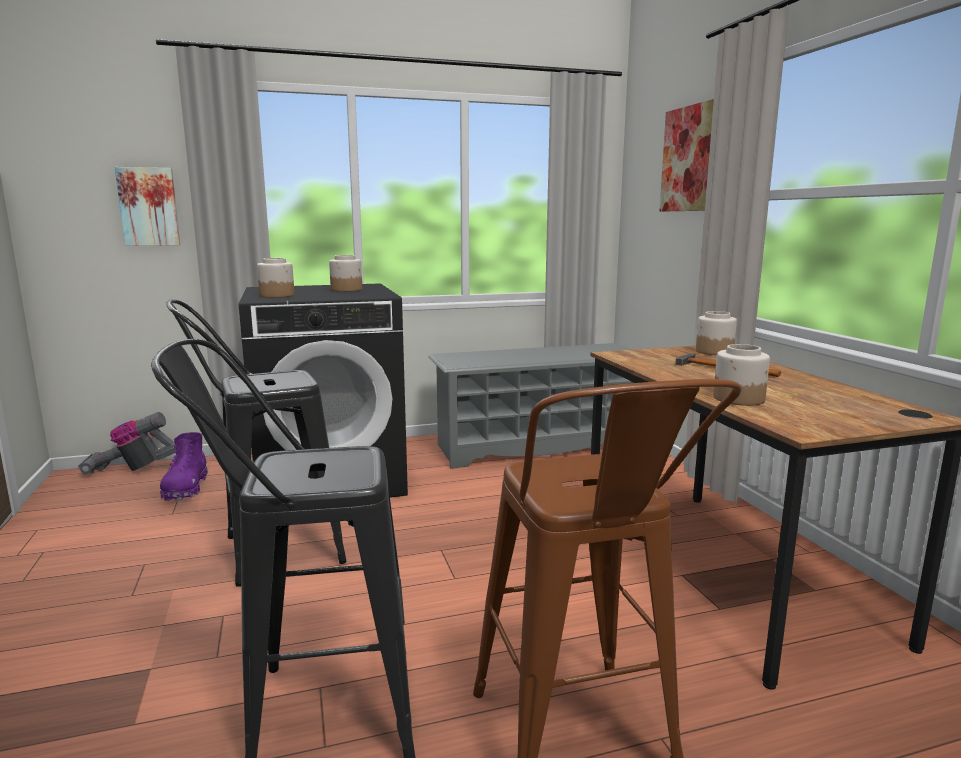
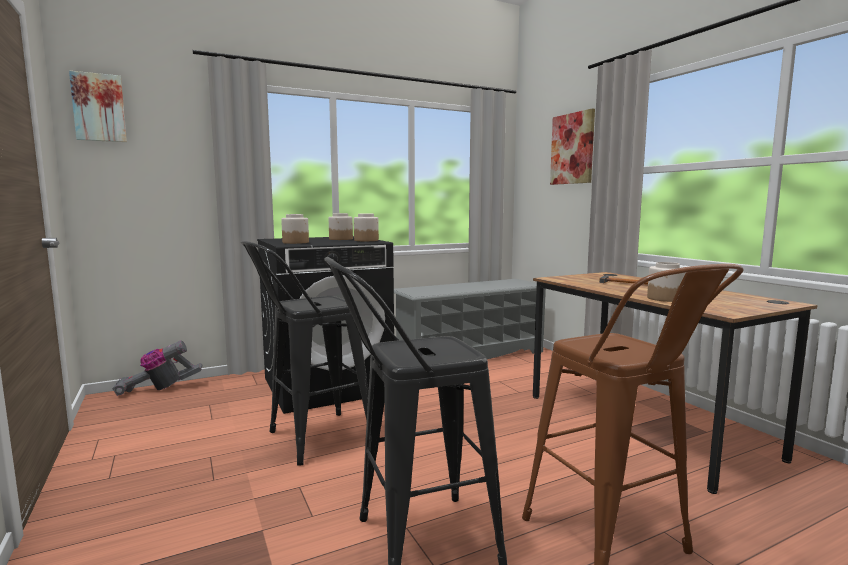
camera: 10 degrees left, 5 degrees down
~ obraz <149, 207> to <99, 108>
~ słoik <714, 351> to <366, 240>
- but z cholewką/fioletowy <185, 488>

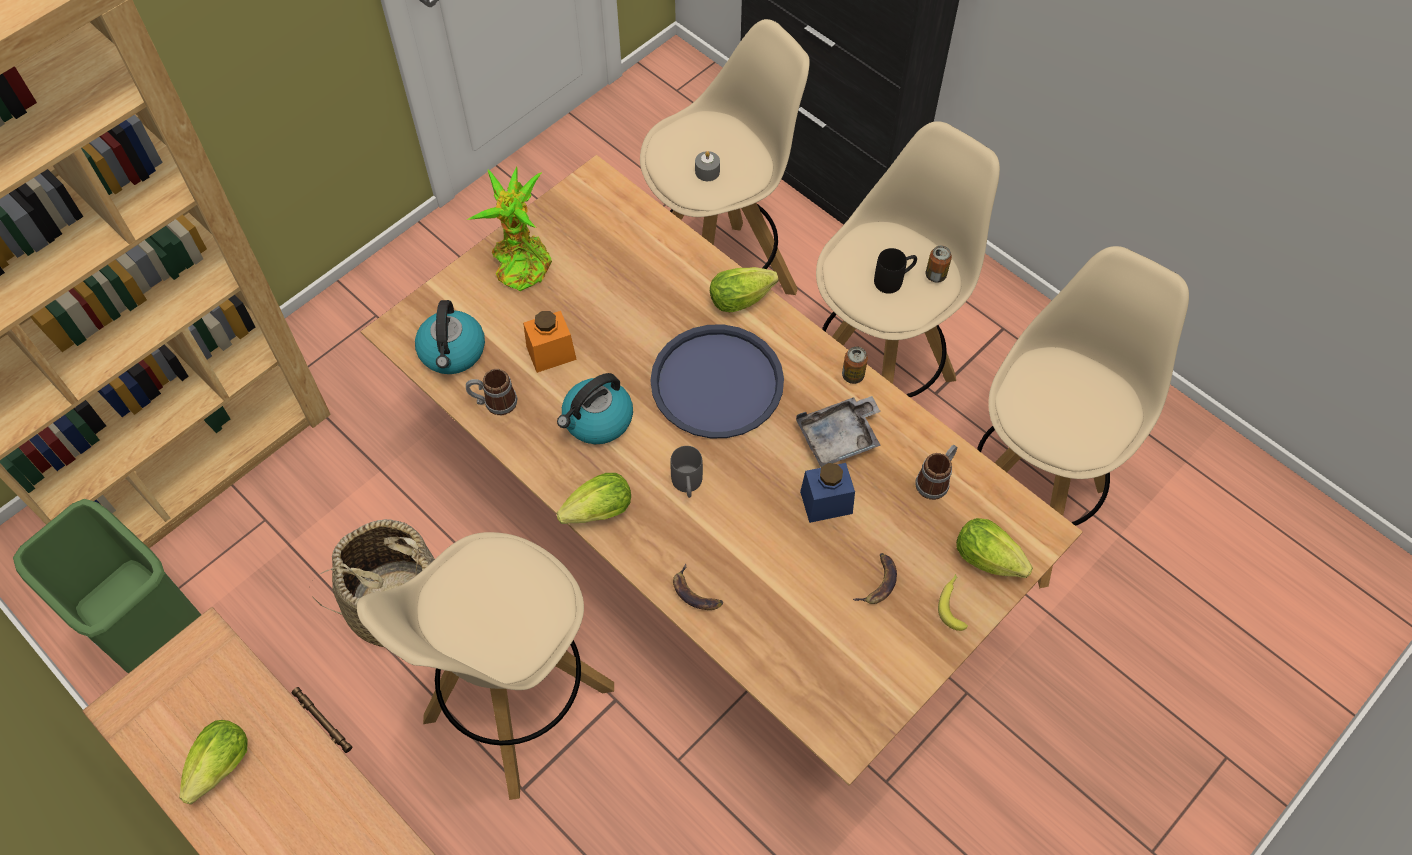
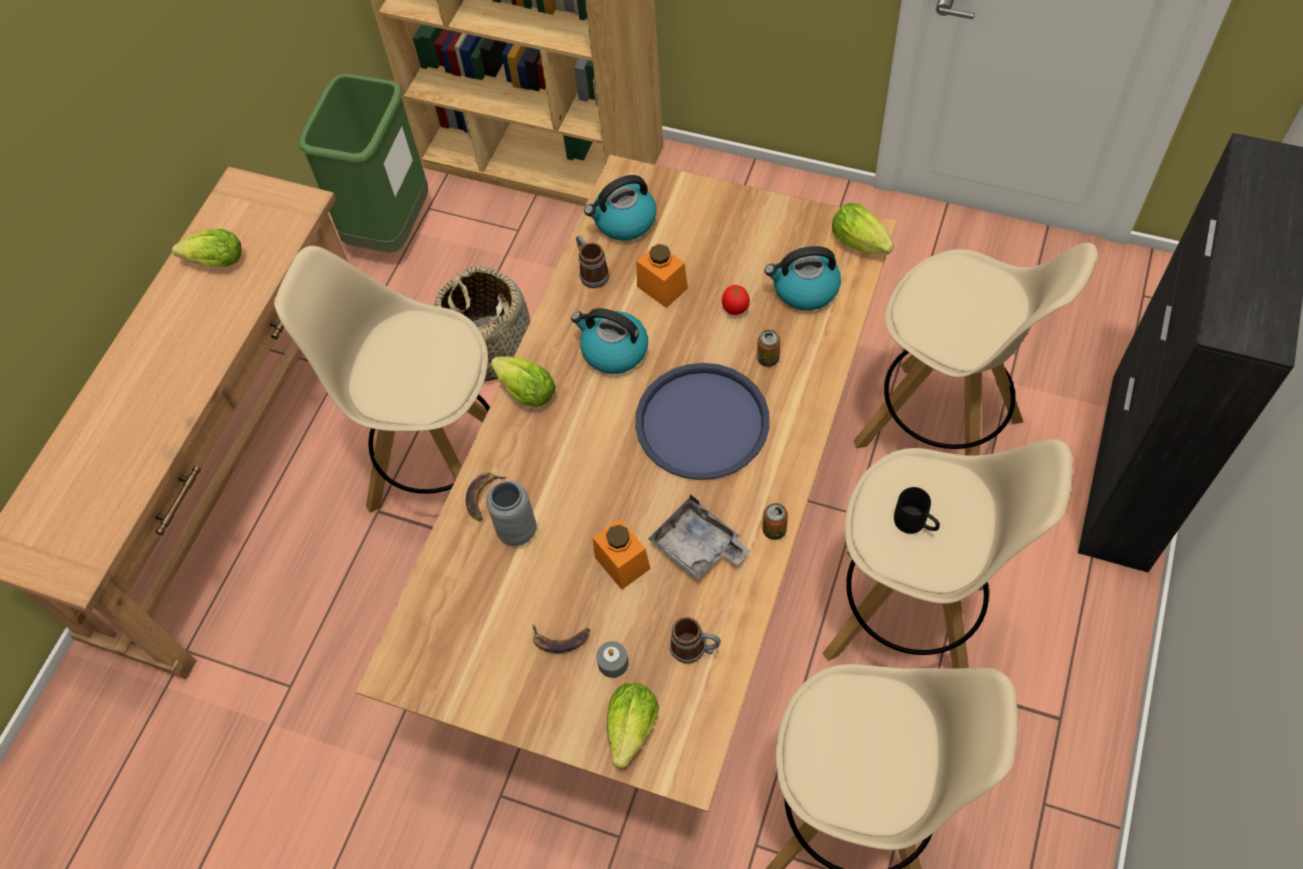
camera: 70 degrees right, 0 degrees up
~ świeca/szary <707, 171> to <613, 663>
- roślina doniczkowa <520, 261>
~ puszka <935, 275> to <768, 359>
~ sałata <744, 298> to <862, 244>
- kubek/szary <687, 486>
~ słoik/niebieski <826, 502> to słoik/pomarańczowy <622, 563>
- banan <953, 603>
+ czajnik <804, 289>
+ pomidor <735, 310>
+ wazon/szary <517, 531>

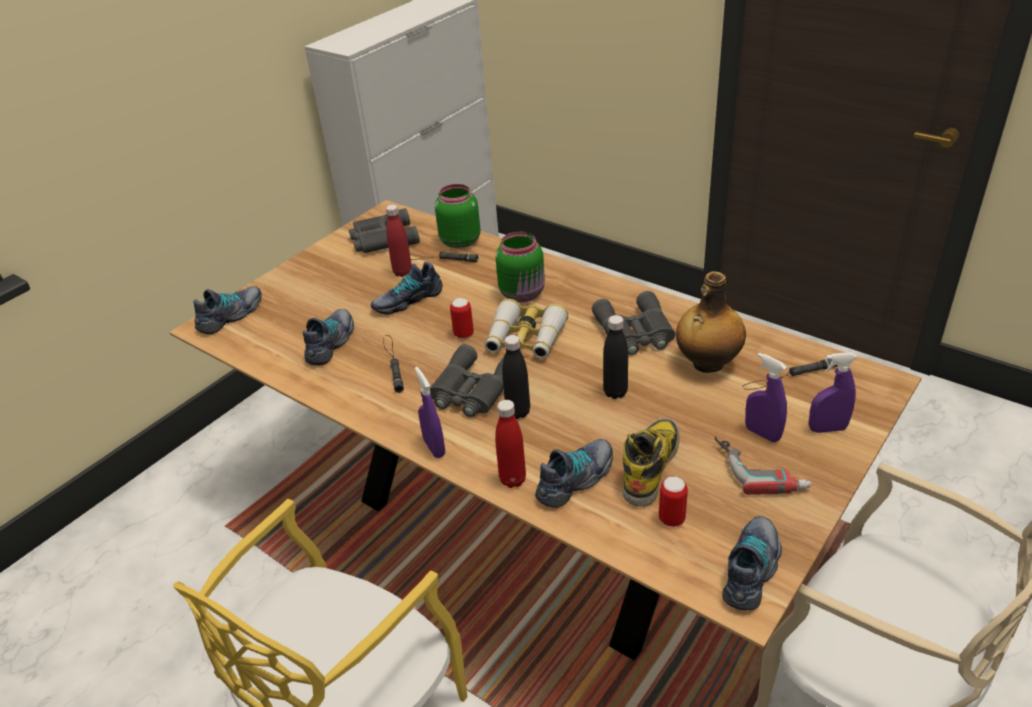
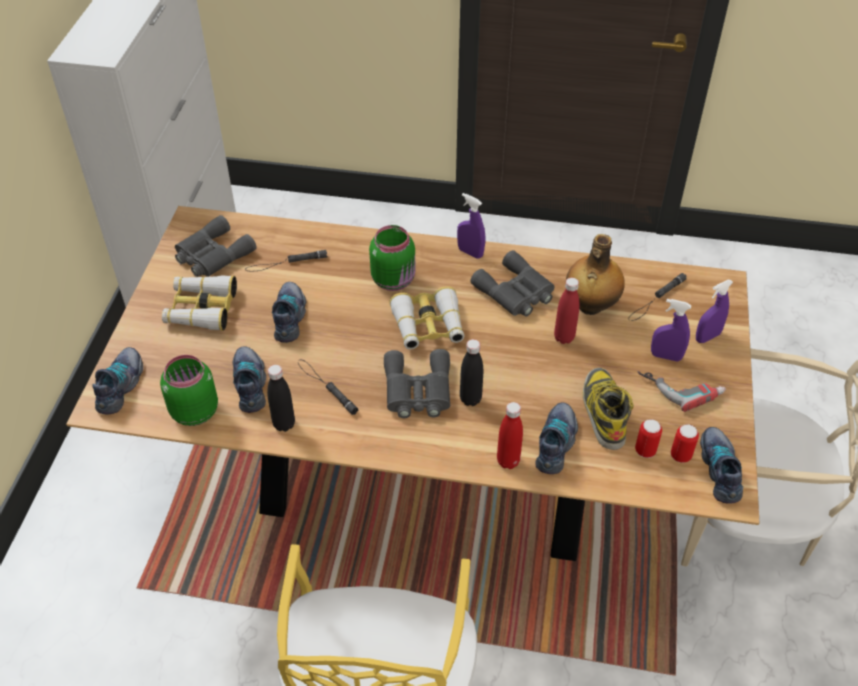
camera: 30 degrees left, 10 degrees up
~ słoik/zielony <459, 241> to <193, 411>
~ butelka/czerwony <402, 272> to <564, 337>
~ but <407, 300> = <290, 317> 150 degrees clockwise
~ puszka <463, 334> to <680, 455>
~ butelka/czarny <615, 392> to <284, 424>
~ spryskiwacz/fioletowy <434, 447> to <470, 252>
+ lornetka <201, 309>

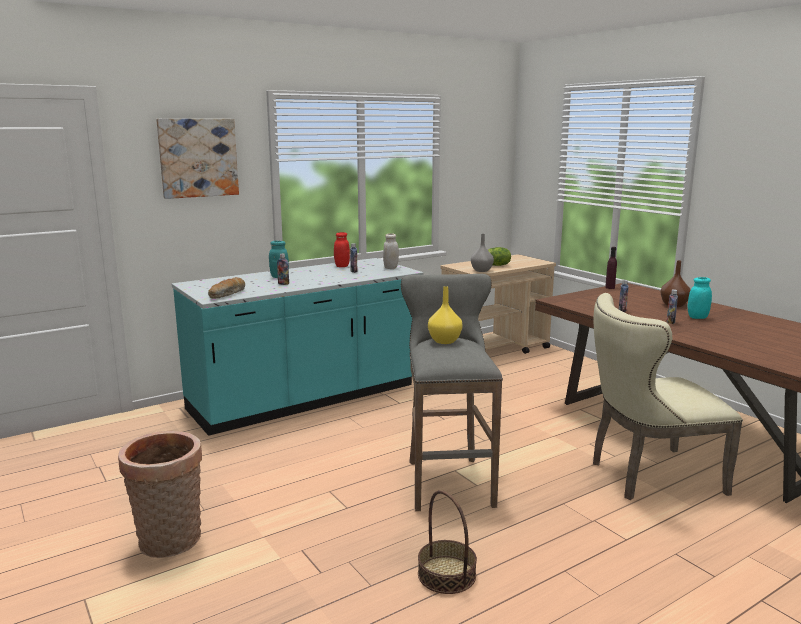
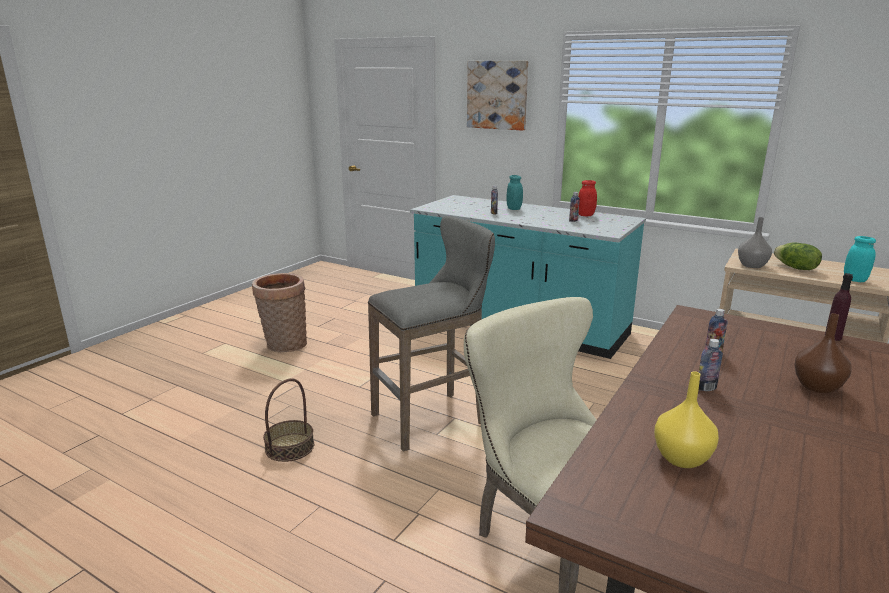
camera: 65 degrees right, 5 degrees up
- słoik/biały <391, 268>
- chleb <228, 294>
~ słoik/turkusowy <697, 317> to <854, 280>
~ wazon/żółty <445, 341> to <682, 459>

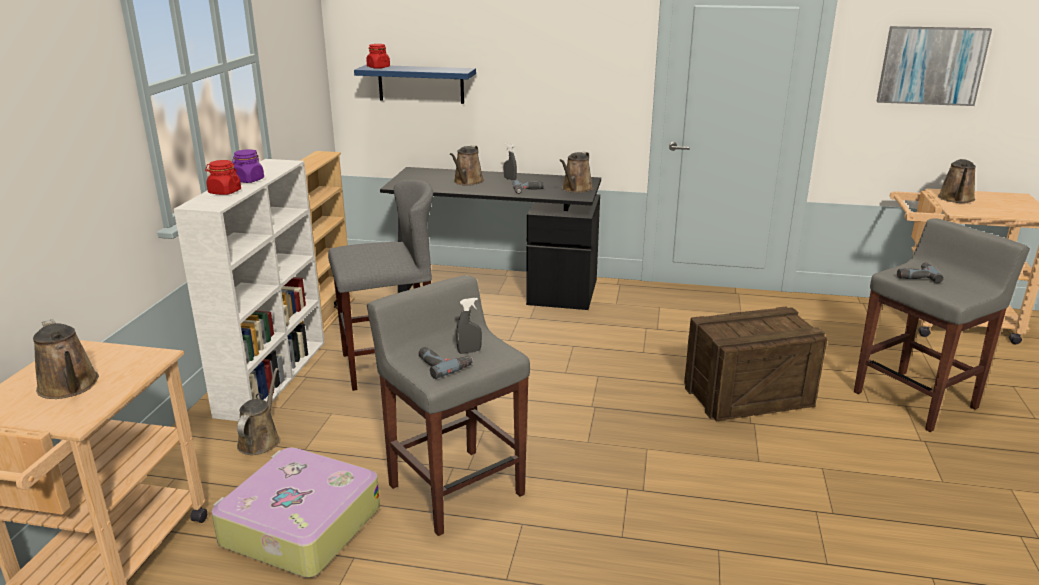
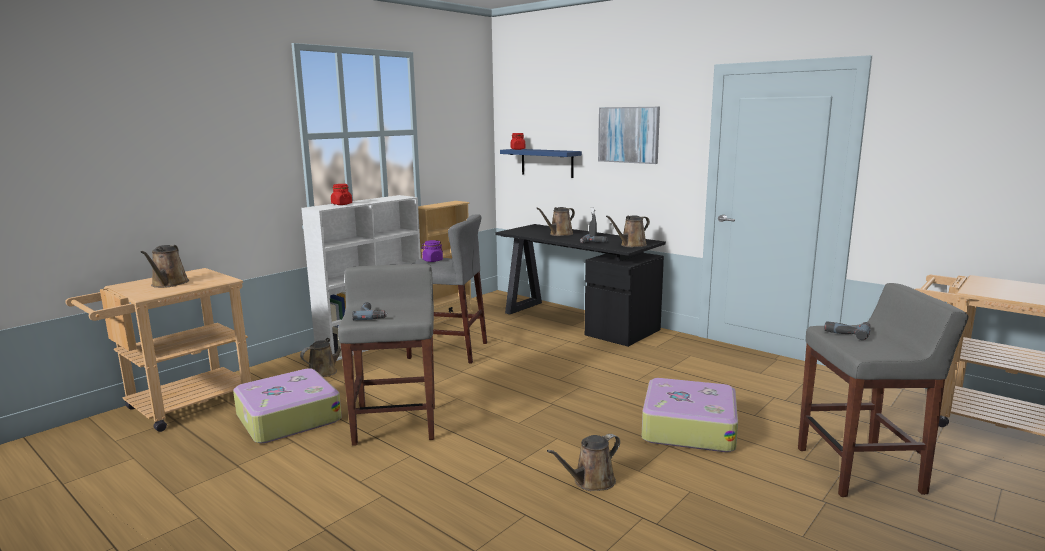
camera: 30 degrees right, 10 degrees down
~ obraz <931, 65> to <628, 135>
~ słoik/fioletowy <248, 180> to <432, 260>
~ konewka/brązowy <956, 199> to <591, 482>
- spryskiwacz/szary <469, 351>
~ skrzynka <747, 396> to walizka <688, 427>

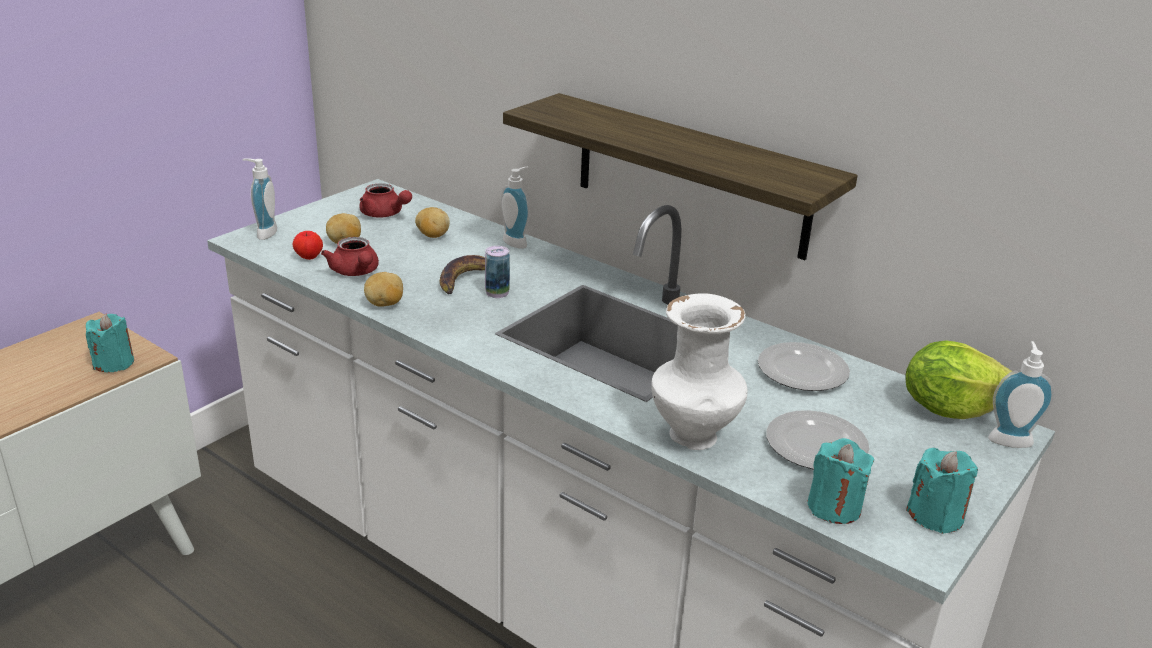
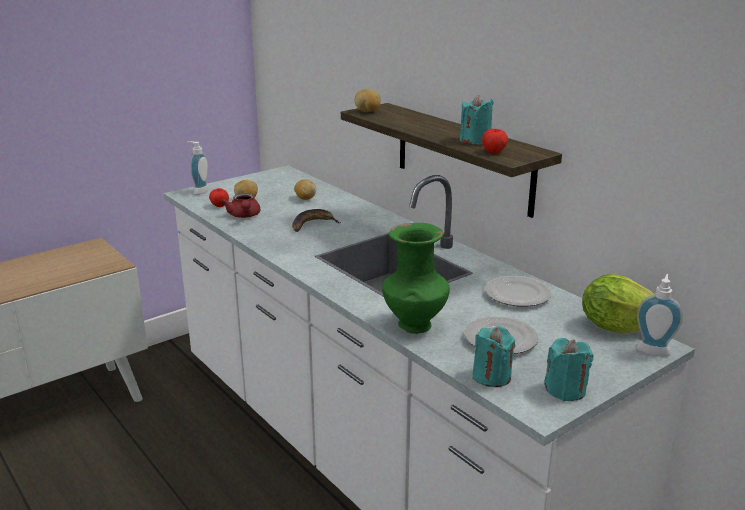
camera: 15 degrees right, 5 degrees down
- dozownik mydła <517, 242>
- imbryk/czerwony <385, 214>
- puszka <497, 292>
~ ziemniak <385, 304> to <367, 111>
~ wazon/biały <694, 438> to wazon/zielony <415, 326>
~ świeca/turkusowy <114, 363> to <475, 141>
+ jabłko <494, 152>

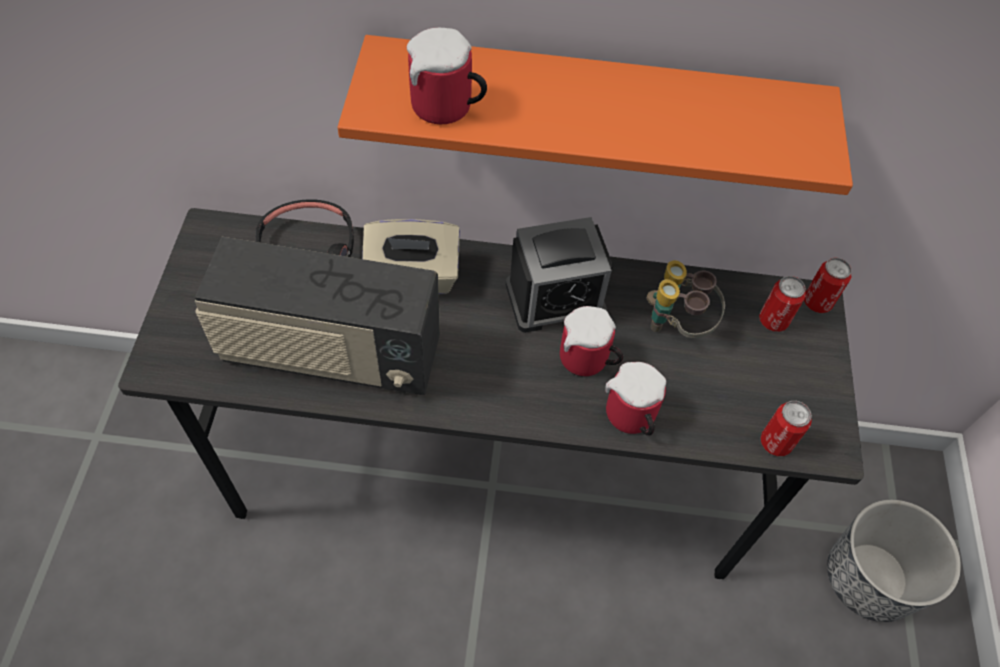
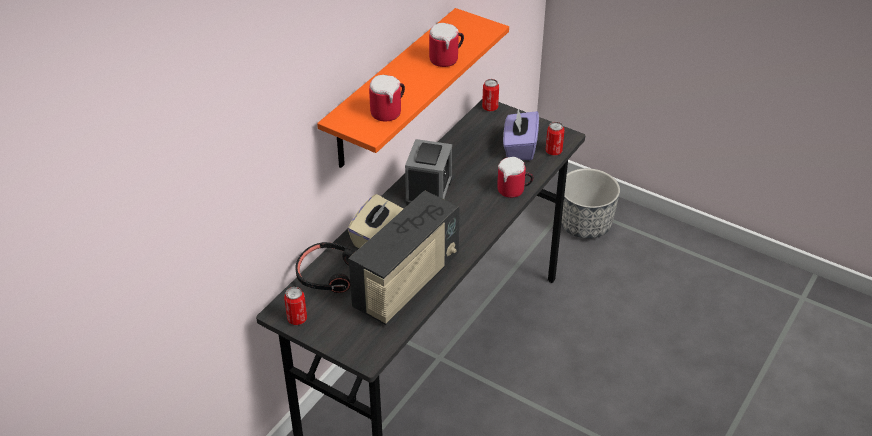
camera: 60 degrees left, 15 degrees down
- lornetka <677, 324>
~ puszka <773, 320> to <297, 319>
~ kubek <588, 362> to <448, 59>
+ pudełko chusteczek/fioletowy <519, 147>

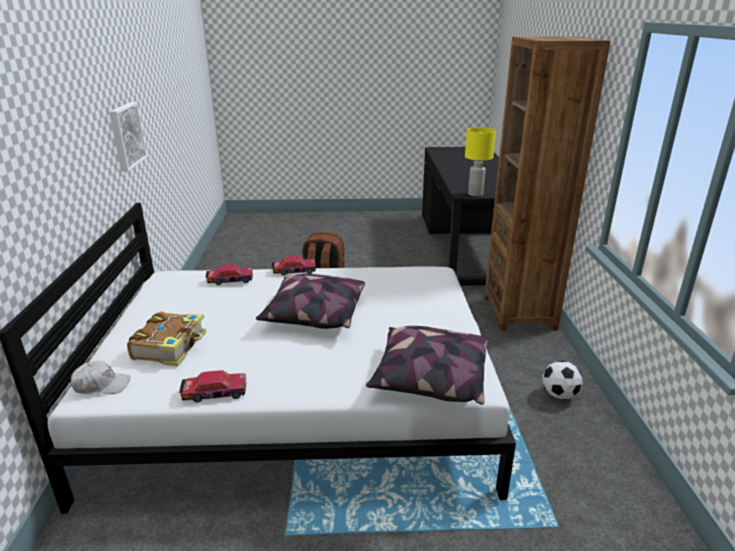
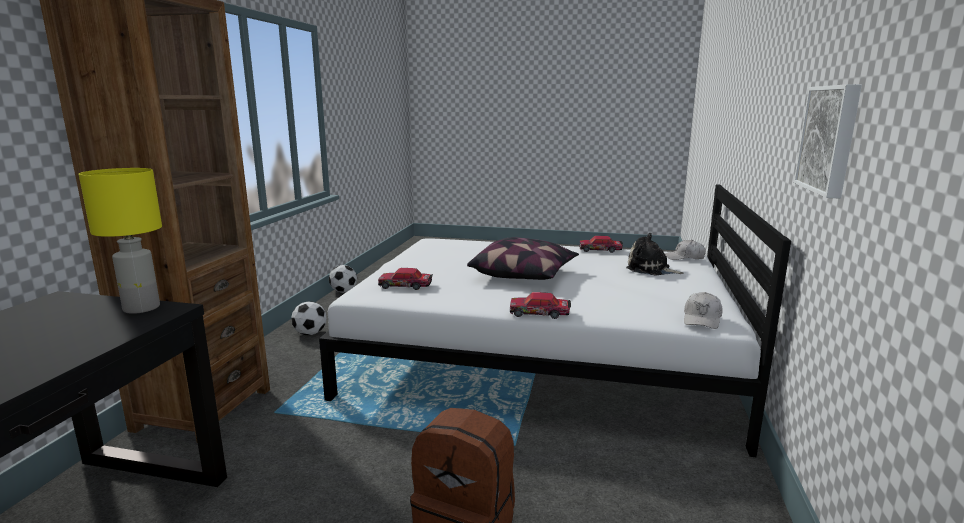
camera: 165 degrees left, 10 degrees down
~ samochodzik <230, 280> to <406, 286>
~ książka <171, 346> to pluszak <650, 269>
- poduszka <429, 378>
+ piłka futbolowa <343, 291>
+ czapka z daszkiem/biały <702, 319>

